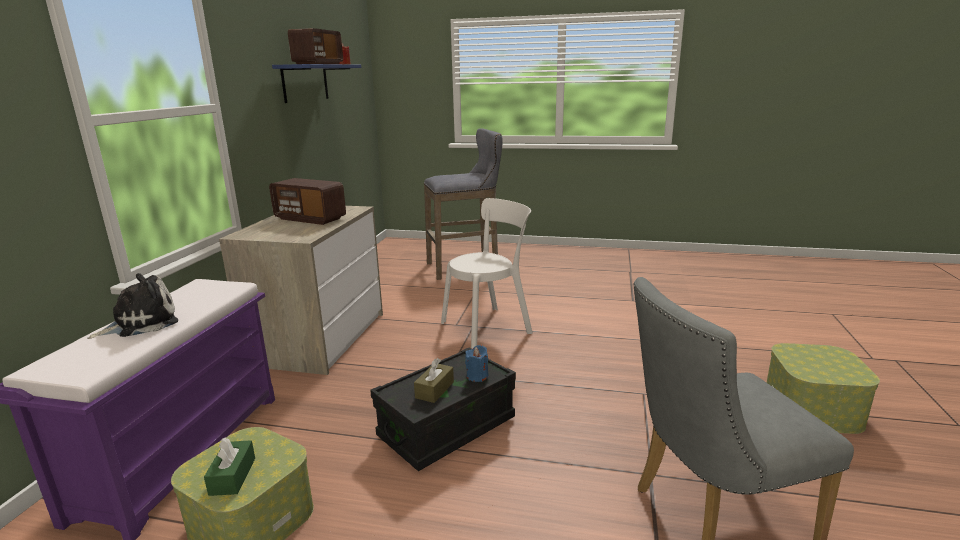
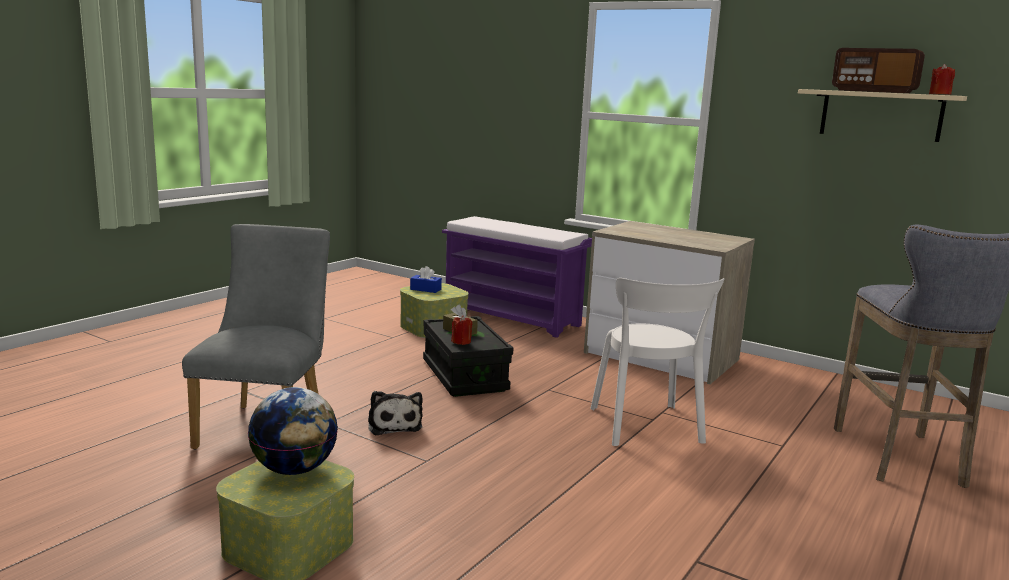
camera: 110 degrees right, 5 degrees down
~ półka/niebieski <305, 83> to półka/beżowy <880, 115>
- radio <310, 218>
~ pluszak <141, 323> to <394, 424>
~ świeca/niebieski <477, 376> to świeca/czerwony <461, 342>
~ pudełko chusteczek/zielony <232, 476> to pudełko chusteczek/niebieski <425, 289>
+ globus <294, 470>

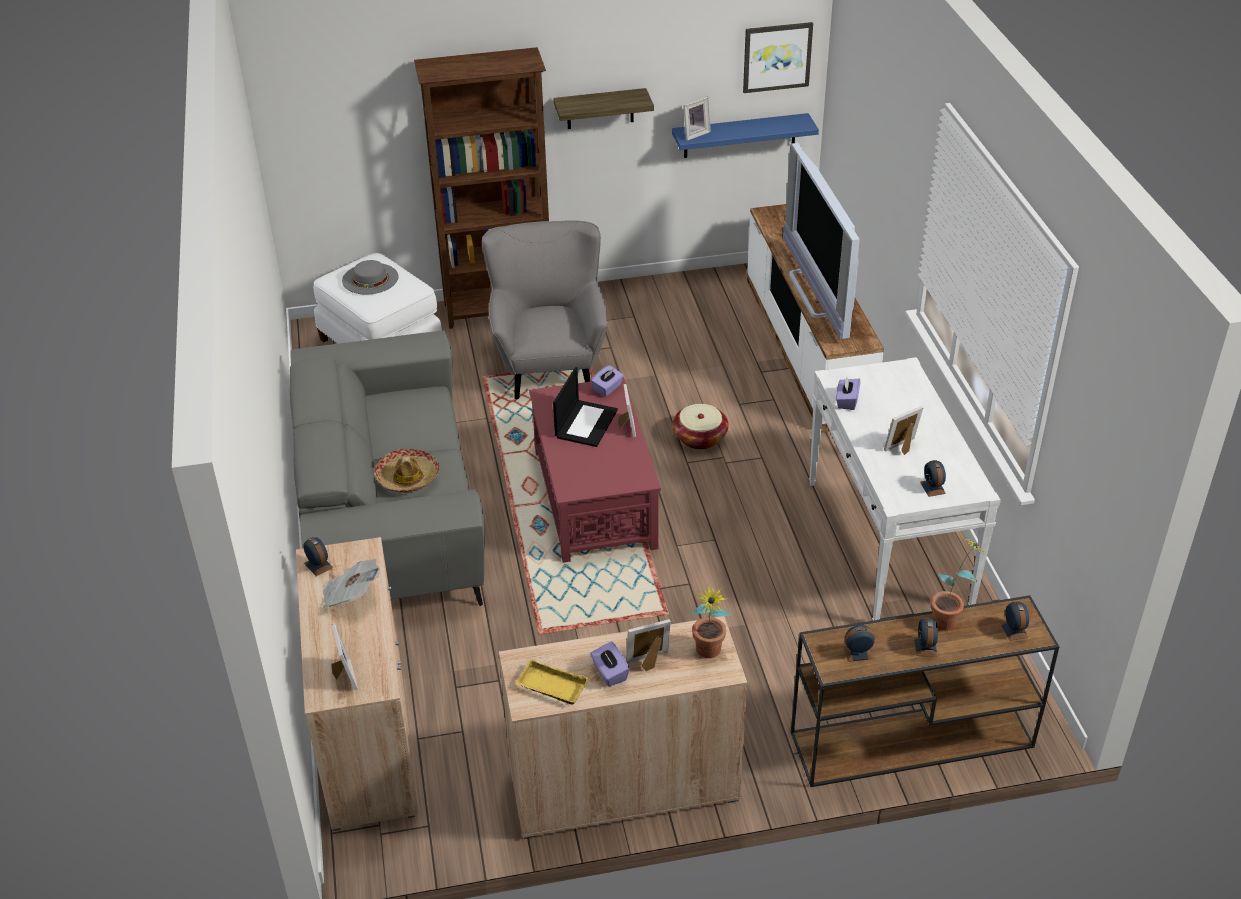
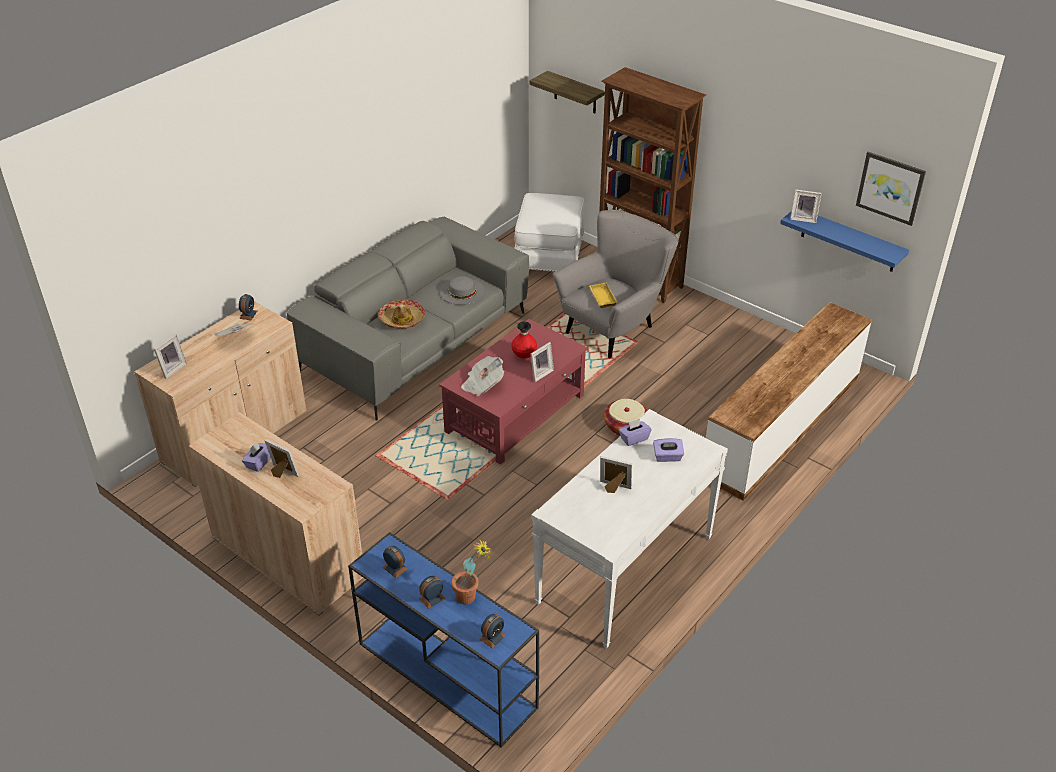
camera: 50 degrees right, 0 degrees up
~ półka <600, 109> to <575, 93>
- telewizor <816, 293>
~ kapelusz/szary <370, 279> to <461, 291>
~ pudełko chusteczek/fioletowy <607, 388> to <667, 457>
~ laptop <586, 423> to wazon/czerwony <524, 356>
- budzik <932, 487>
- roślina doniczkowa <708, 655>
~ stolik konsolowy/brązowy <909, 741> to stolik konsolowy/niebieski <445, 674>
~ taca/żółty <550, 687> to <601, 297>
+ gazeta <482, 385>

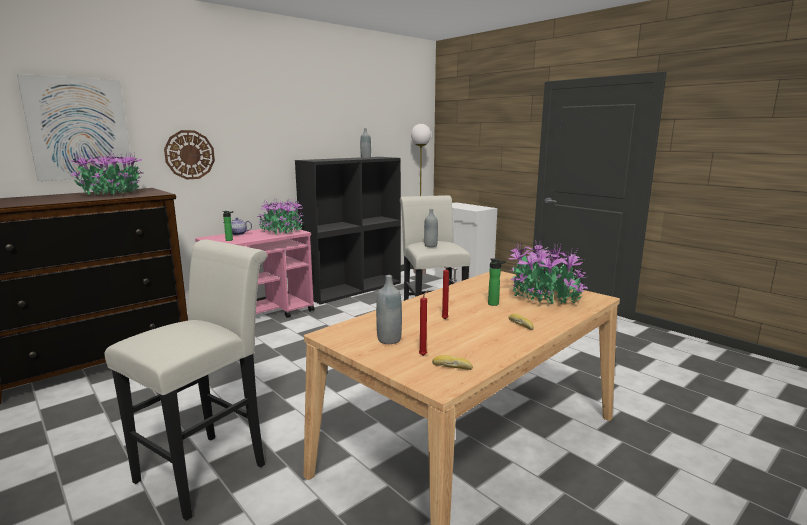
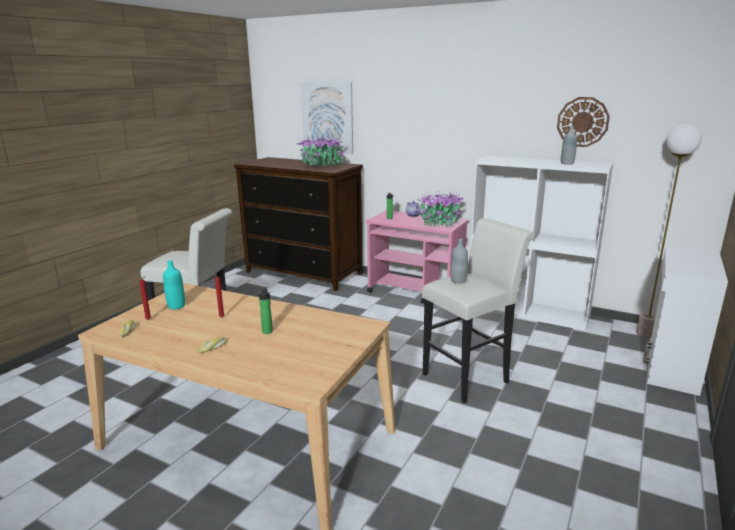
camera: 70 degrees right, 5 degrees up
~ zegar ścienny <189, 155> to <582, 122>
~ regał/czarny <353, 289> to regał/biały <528, 311>
- roślina doniczkowa <543, 297>
~ butelka/szary <389, 340> to butelka/turkusowy <176, 306>

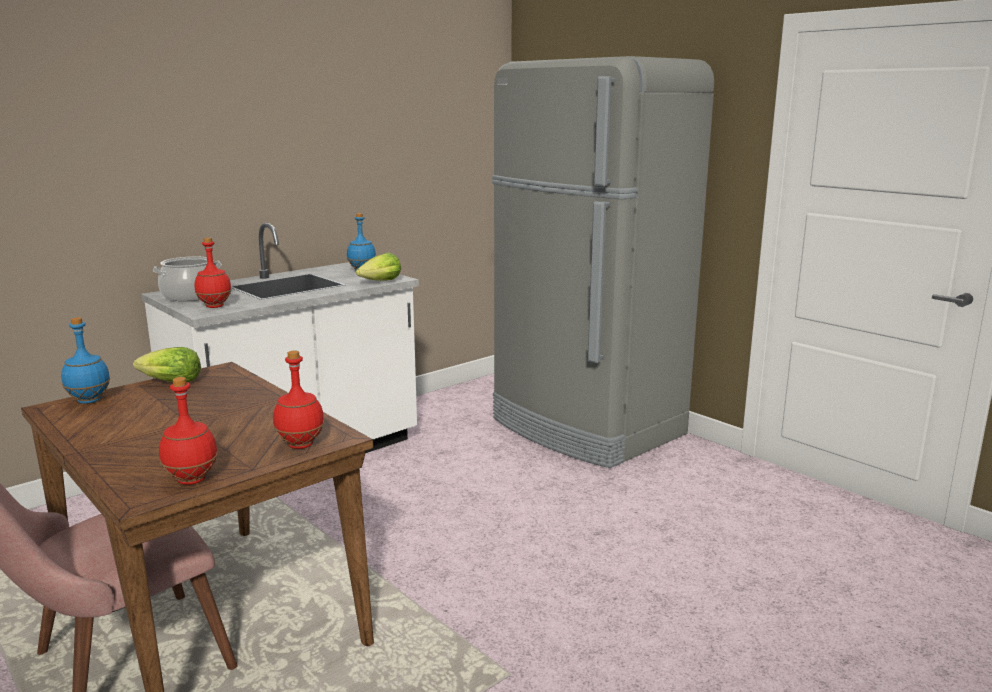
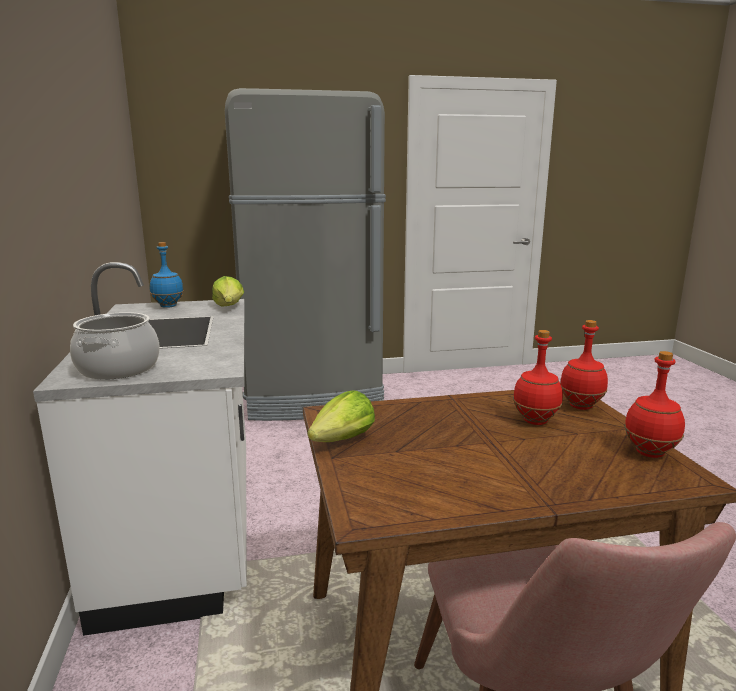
camera: 60 degrees left, 0 degrees up
~ butelka/czerwony <215, 306> to <535, 421>
- butelka/niebieski <89, 400>

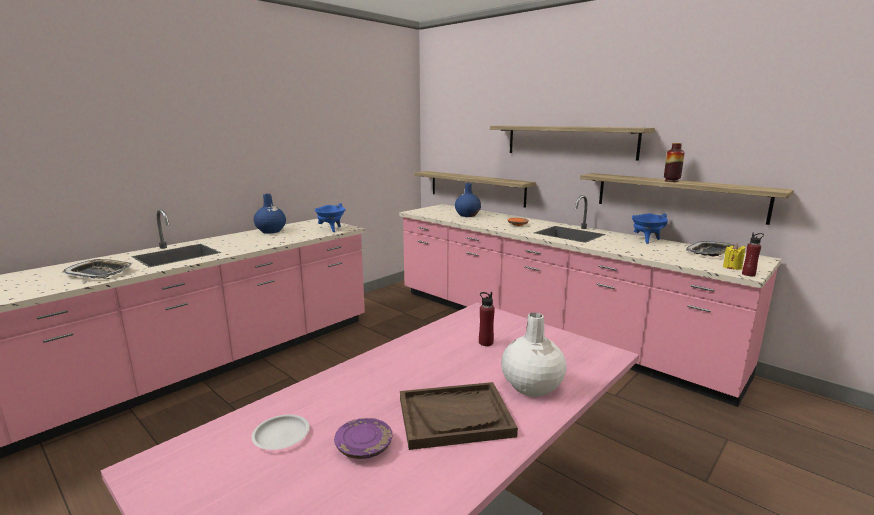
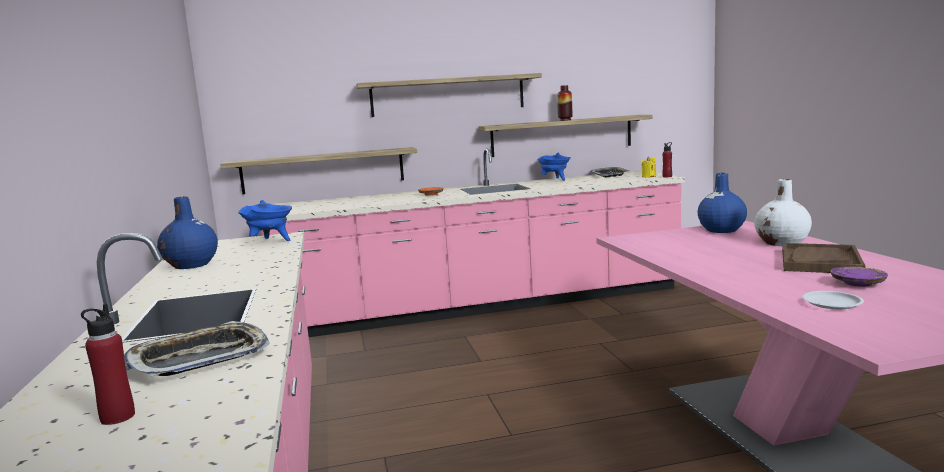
camera: 55 degrees left, 5 degrees down
~ wazon/niebieski <467, 215> to <721, 230>
~ butelka/czerwony <485, 342> to <117, 417>

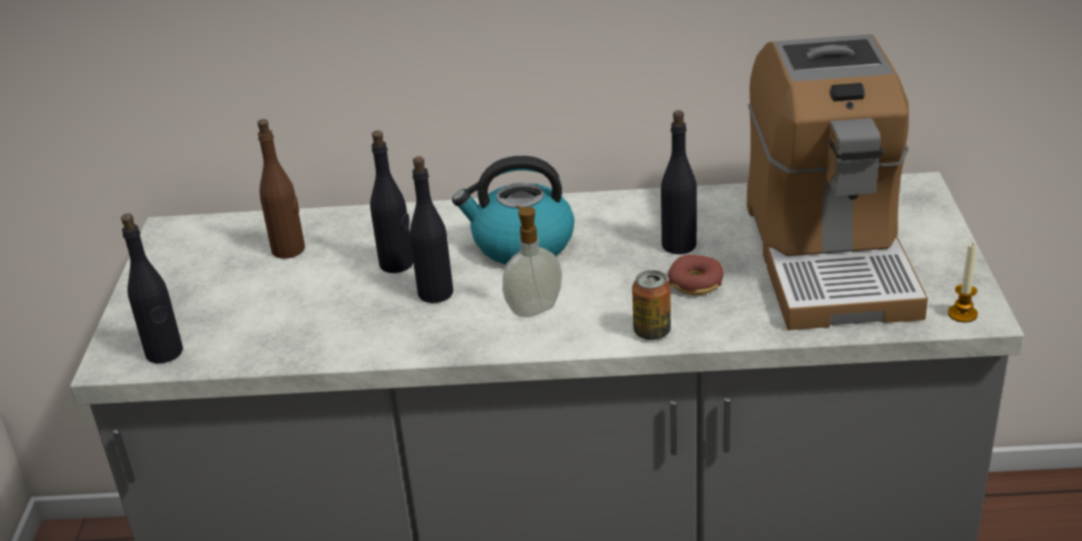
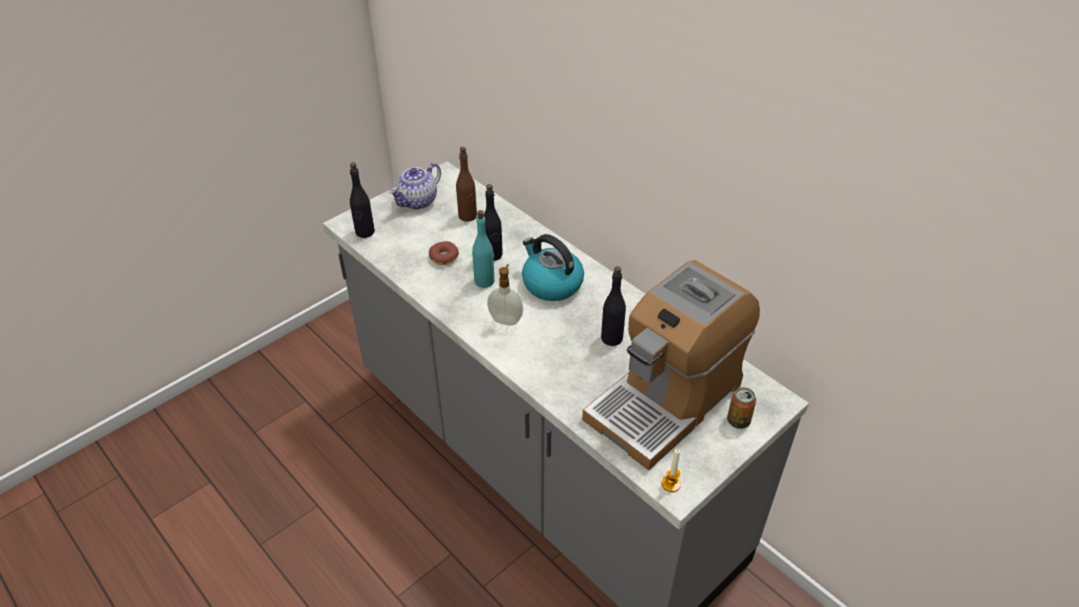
camera: 45 degrees right, 10 degrees up
~ butelka/czarny <435, 293> to butelka/turkusowy <484, 281>
~ donut <696, 283> to <444, 257>
~ puszka <652, 332> to <738, 421>
+ imbryk <418, 202>

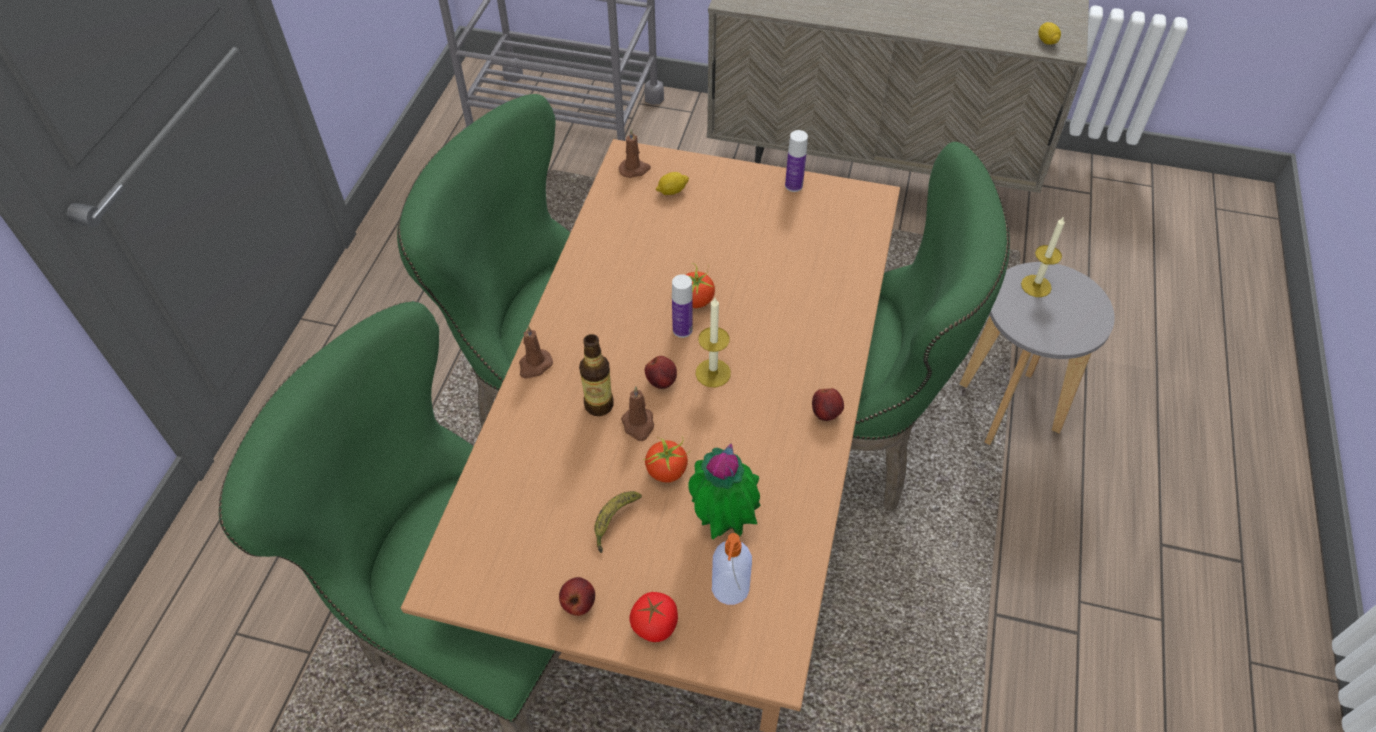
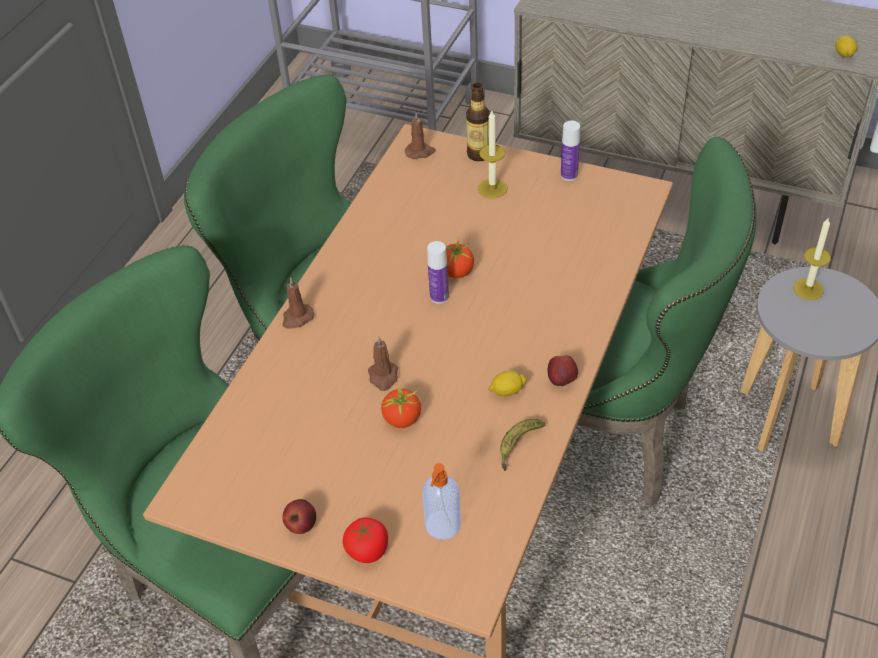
camera: 10 degrees right, 5 degrees down
~ cytryna <672, 191> to <507, 391>
~ świeca <713, 373> to <492, 188>
~ butelka <599, 405> to <478, 154>
- jabłko <662, 382>
- roślina doniczkowa <722, 523>
~ banan <614, 522> to <518, 445>

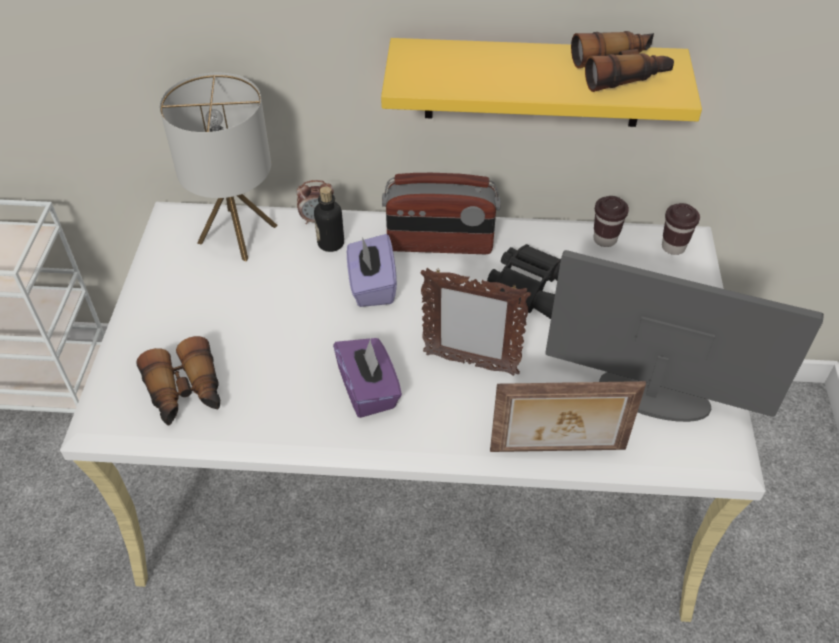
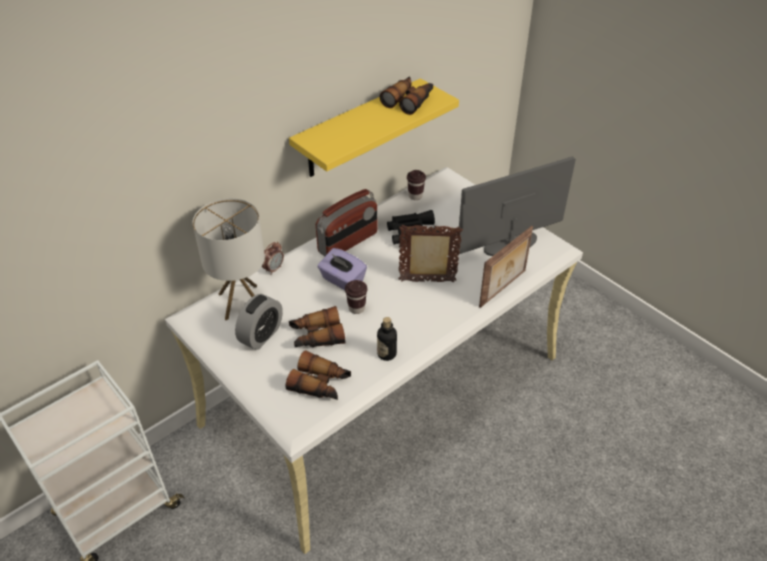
camera: 45 degrees left, 5 degrees down
~ butelka <331, 243> to <386, 354>
~ filiżanka/brązowy <673, 247> to <356, 308>
~ ramka na zdjęcie <469, 363> = <427, 281> 150 degrees counterclockwise
- pudełko chusteczek/fioletowy <368, 390>
+ budzik <261, 335>
+ lornetka <316, 336>

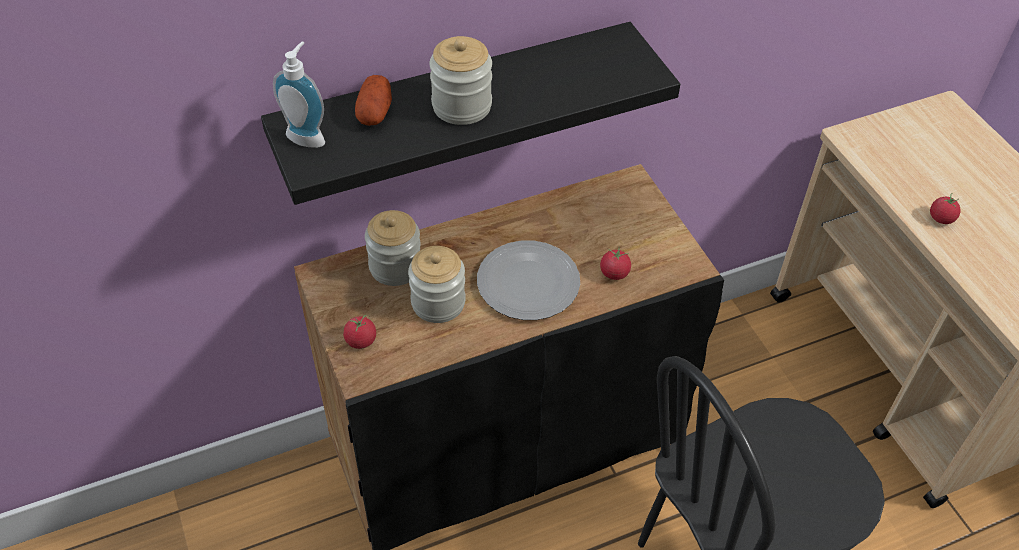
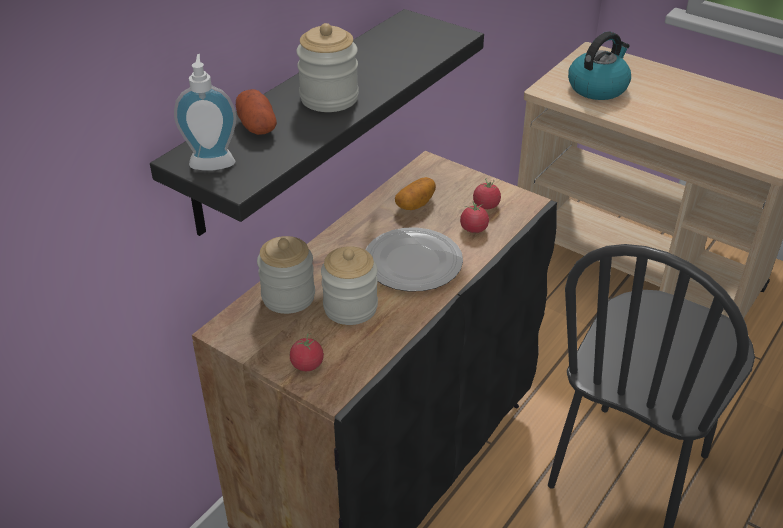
camera: 30 degrees left, 10 degrees down
~ pomidor <941, 218> to <486, 205>
+ czajnik <598, 87>
+ ziemniak <415, 204>

